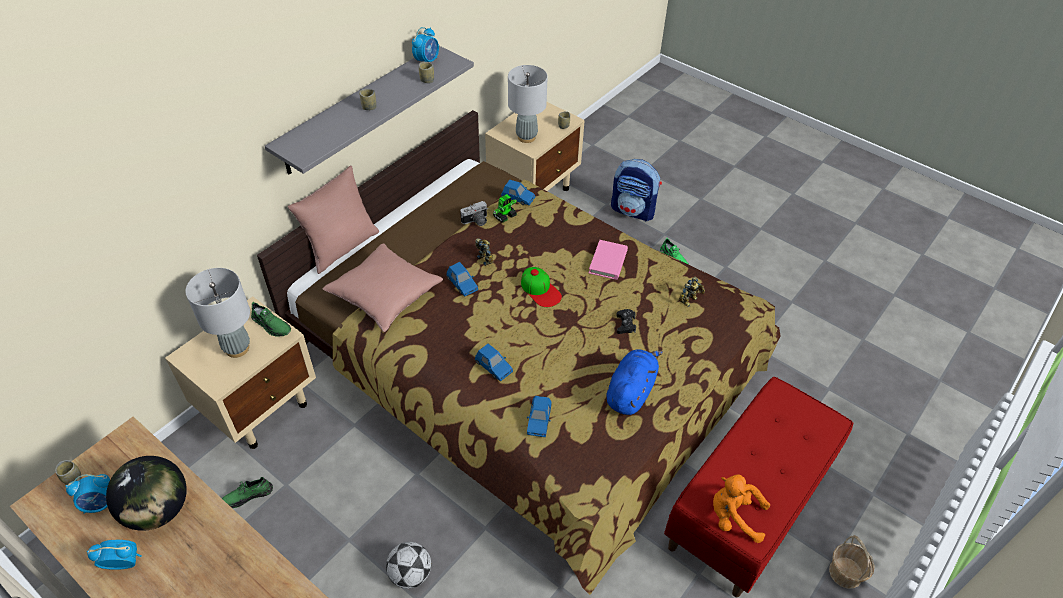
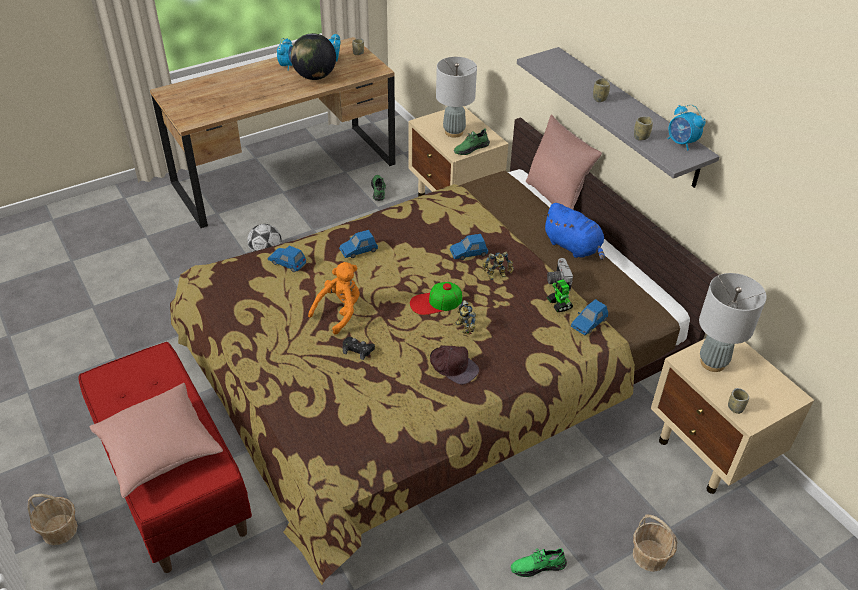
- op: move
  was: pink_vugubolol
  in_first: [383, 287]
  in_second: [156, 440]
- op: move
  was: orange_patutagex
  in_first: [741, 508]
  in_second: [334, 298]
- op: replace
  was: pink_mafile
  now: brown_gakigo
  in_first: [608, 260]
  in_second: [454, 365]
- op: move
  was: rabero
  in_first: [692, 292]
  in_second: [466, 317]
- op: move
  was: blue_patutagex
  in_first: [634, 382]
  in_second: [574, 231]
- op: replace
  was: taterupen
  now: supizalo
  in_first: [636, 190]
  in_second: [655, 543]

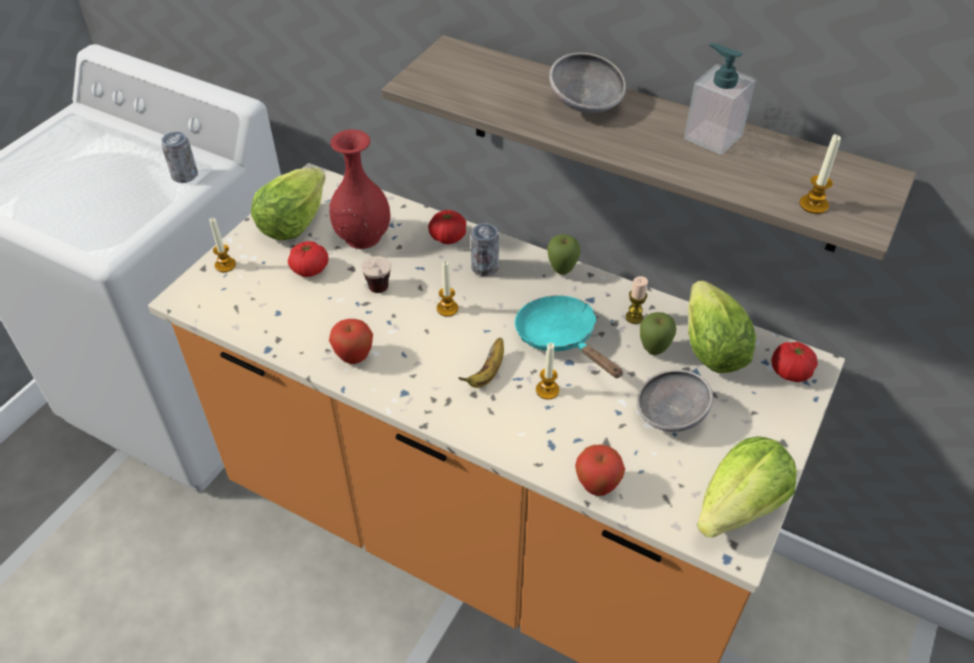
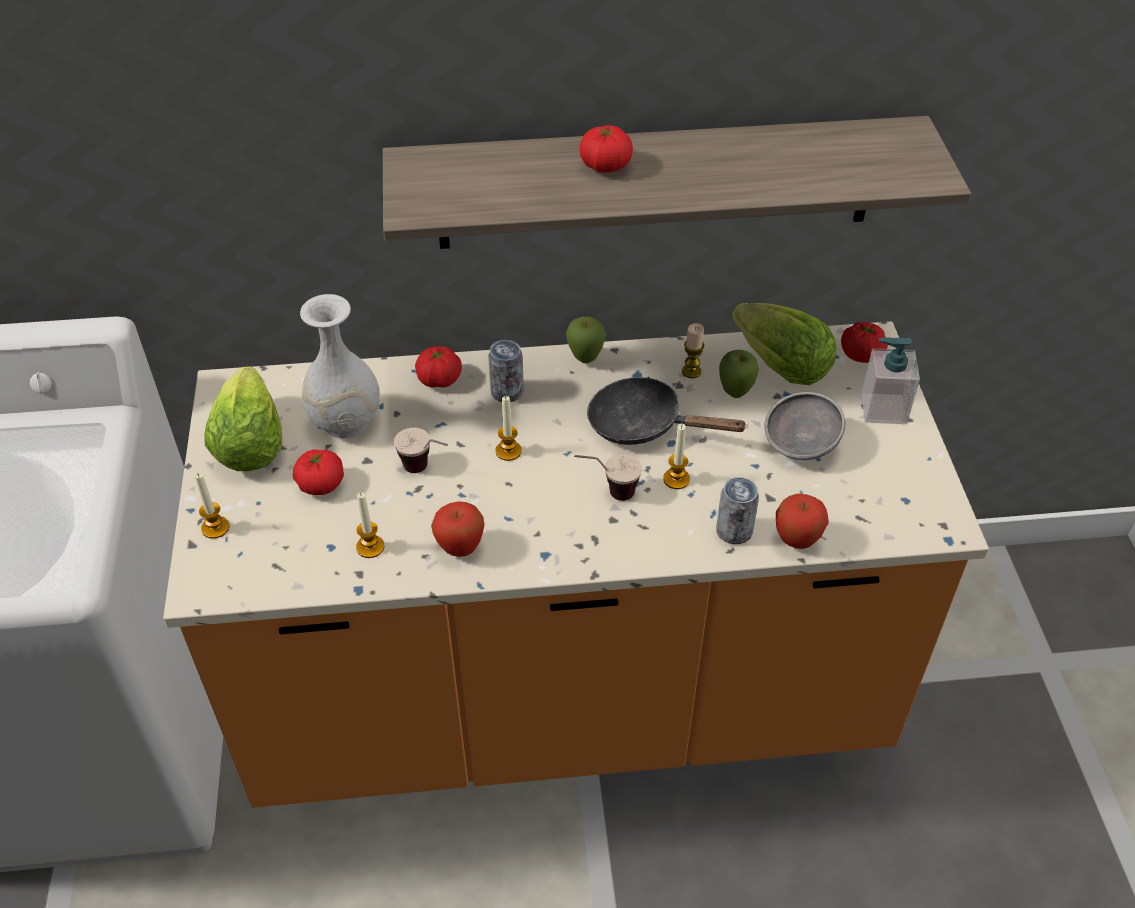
- op: recolor
  was: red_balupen
  now: white_balupen
  in_first: [360, 189]
  in_second: [340, 366]
- op: move
  was: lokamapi
  in_first: [820, 174]
  in_second: [370, 525]
- op: replace
  was: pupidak
  now: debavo
  in_first: [481, 363]
  in_second: [608, 477]
- op: replace
  was: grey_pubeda
  now: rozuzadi
  in_first: [588, 83]
  in_second: [606, 149]
- op: recolor
  was: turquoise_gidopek
  now: black_gidopek
  in_first: [569, 336]
  in_second: [667, 411]
- op: move
  was: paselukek
  in_first: [179, 157]
  in_second: [737, 510]
- op: move
  was: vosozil
  in_first: [720, 99]
  in_second: [890, 381]
- op: delete
  was: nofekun
  in_first: [747, 487]

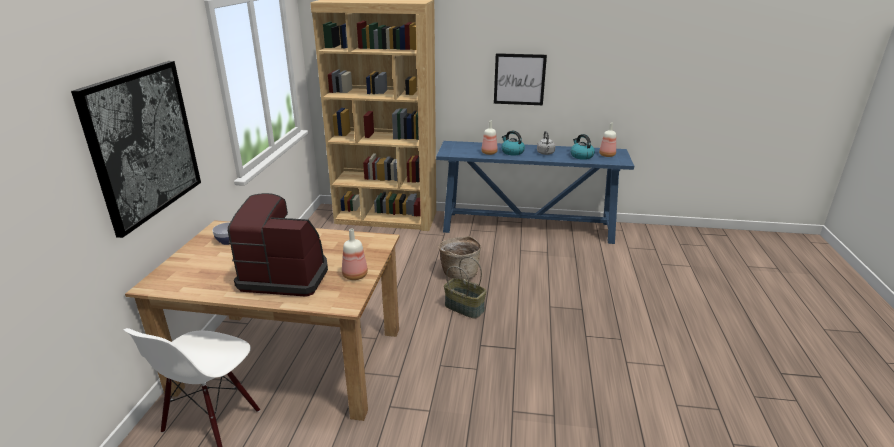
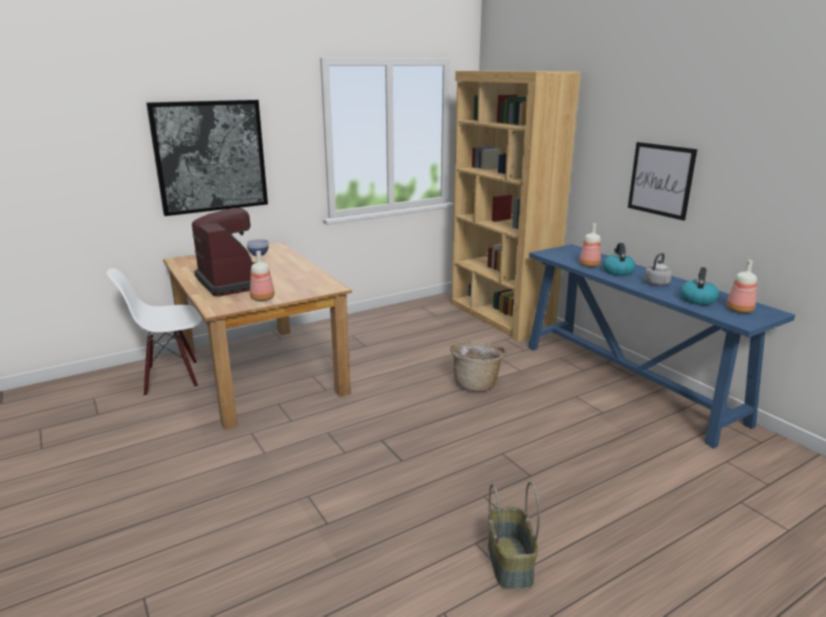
- op: move
  was: supizalo
  in_first: [465, 288]
  in_second: [514, 535]

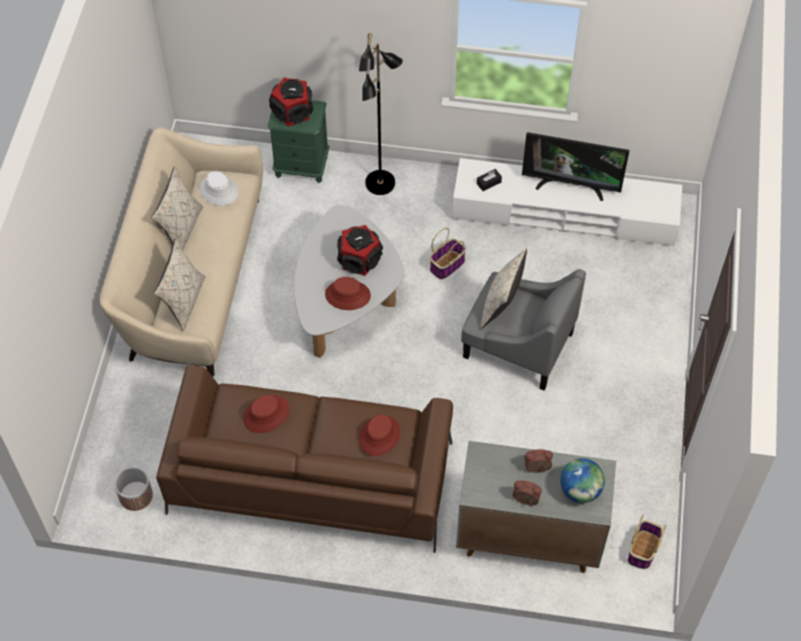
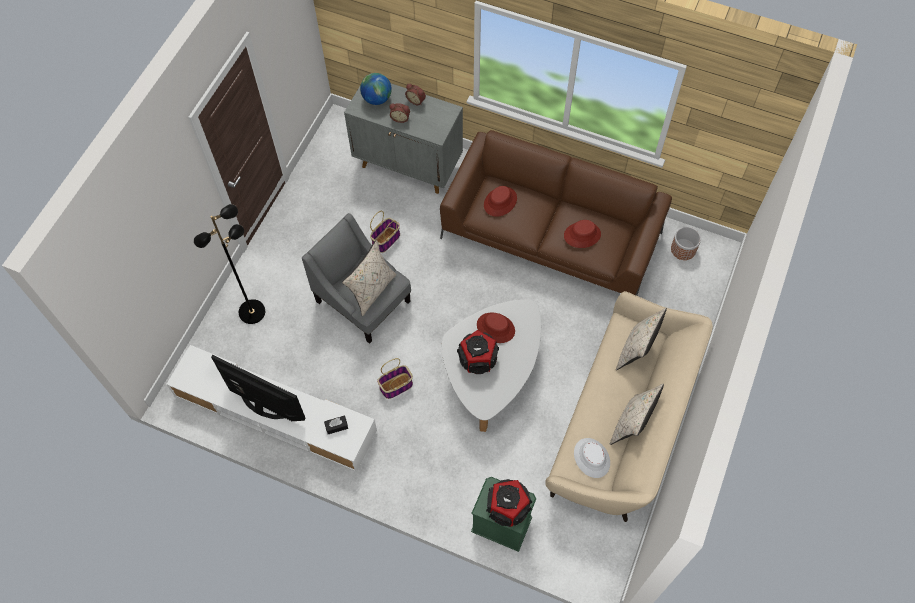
- op: move
  was: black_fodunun
  in_first: [381, 114]
  in_second: [229, 264]
- op: move
  was: supizalo
  in_first: [647, 542]
  in_second: [385, 232]

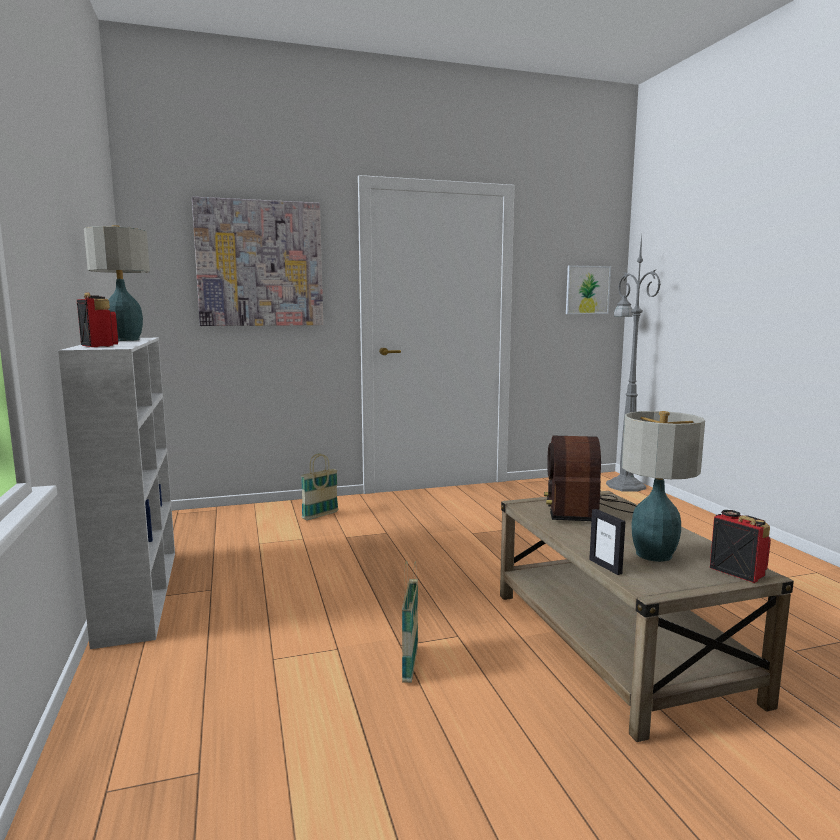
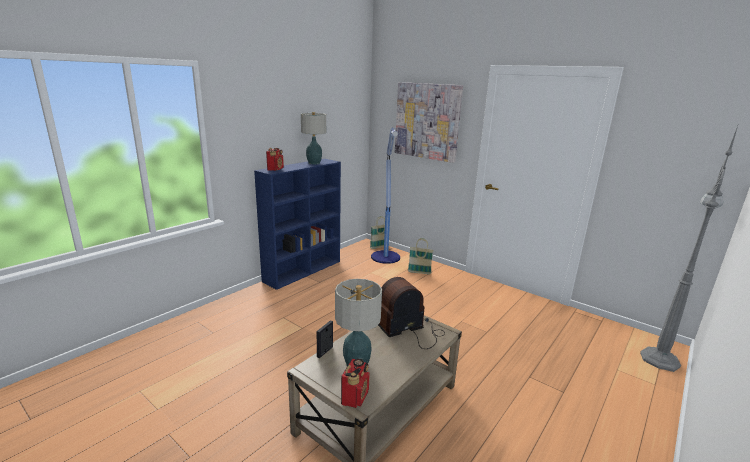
- op: recolor
  was: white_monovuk
  now: blue_monovuk
  in_first: [116, 493]
  in_second: [297, 224]
- op: move
  was: supizalo
  in_first: [410, 622]
  in_second: [377, 232]
- op: insert
  now: fodunun
  in_second: [385, 196]
- op: delete
  was: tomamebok
  in_first: [588, 289]

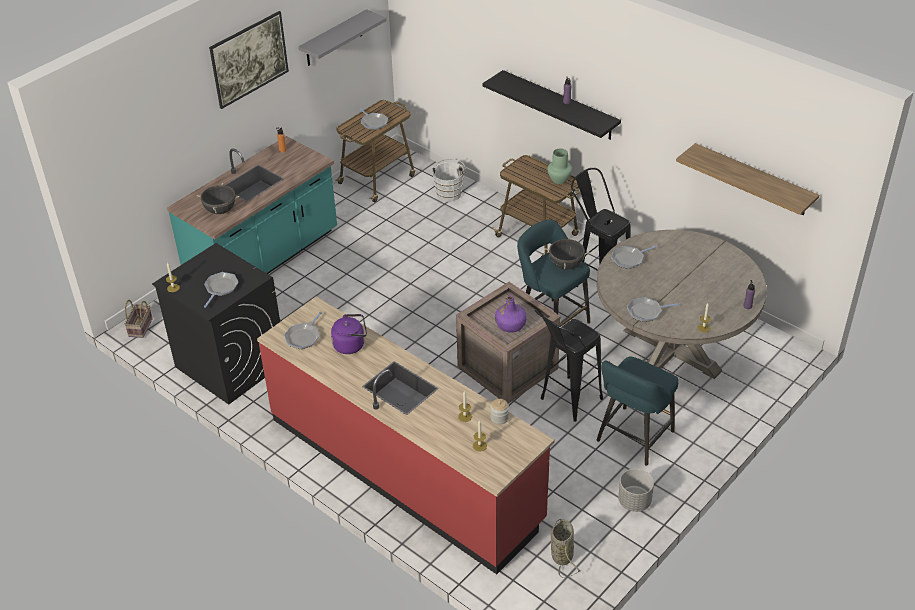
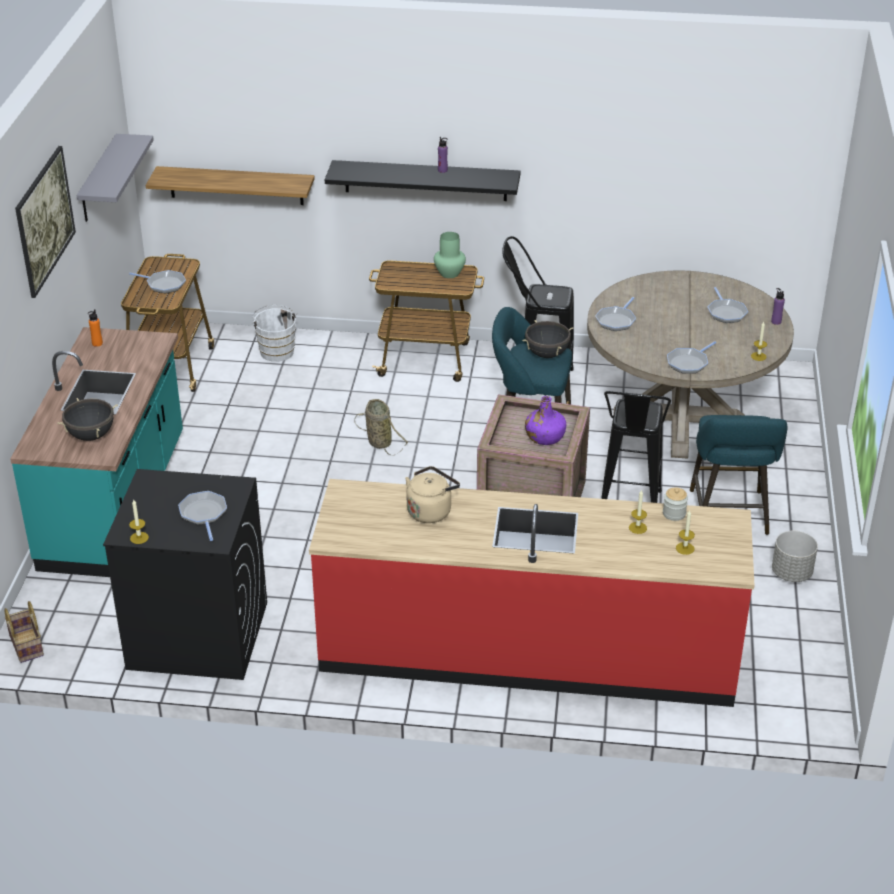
- op: move
  was: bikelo
  in_first: [747, 179]
  in_second: [230, 185]
- op: move
  was: supizalo
  in_first: [566, 548]
  in_second: [381, 427]
- op: recolor
  was: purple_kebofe
  now: beige_kebofe
  in_first: [349, 334]
  in_second: [432, 494]
- op: move
  was: gidopek
  in_first: [303, 330]
  in_second: [728, 305]

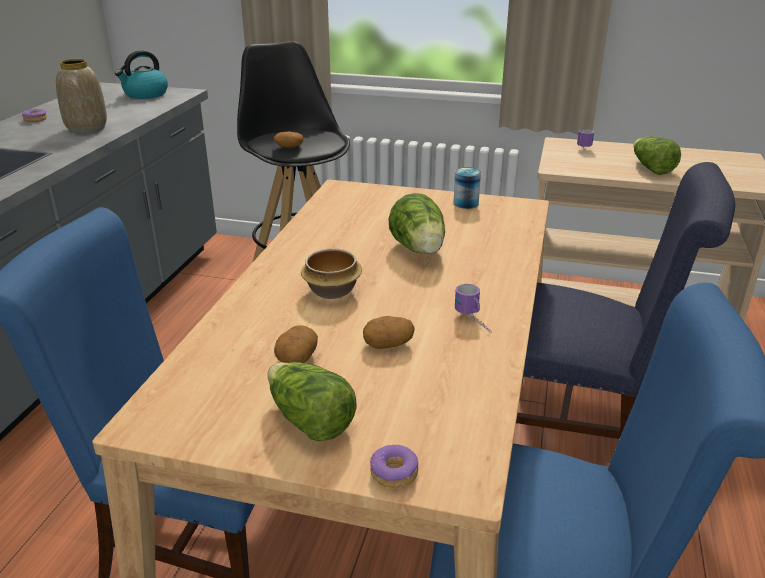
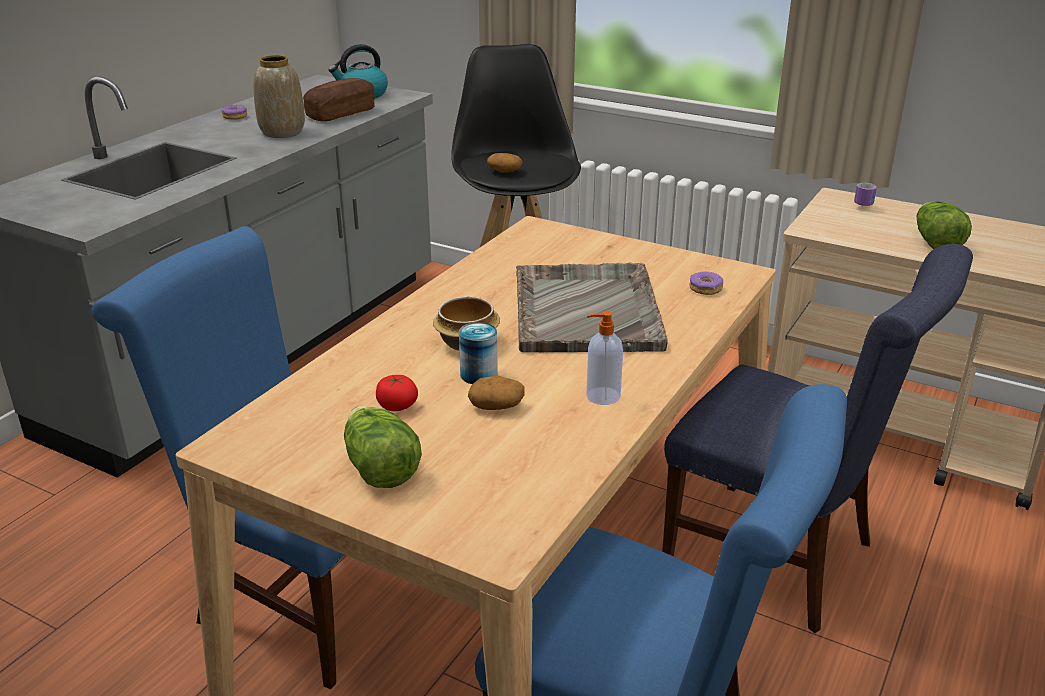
- op: insert
  now: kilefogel
  in_second: [339, 99]
- op: replace
  was: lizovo
  now: rozuzadi
  in_first: [296, 344]
  in_second: [397, 393]
- op: move
  was: paselukek
  in_first: [467, 188]
  in_second: [478, 353]
- op: replace
  was: nofekun
  now: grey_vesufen
  in_first: [416, 223]
  in_second: [592, 307]
- op: replace
  was: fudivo
  now: vosozil
  in_first: [473, 308]
  in_second: [604, 358]
- op: move
  was: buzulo
  in_first: [394, 466]
  in_second: [706, 283]

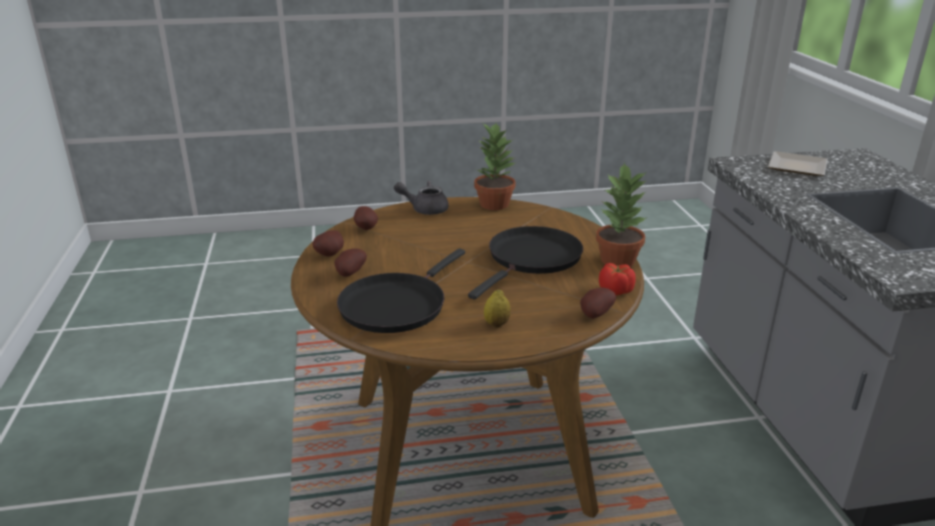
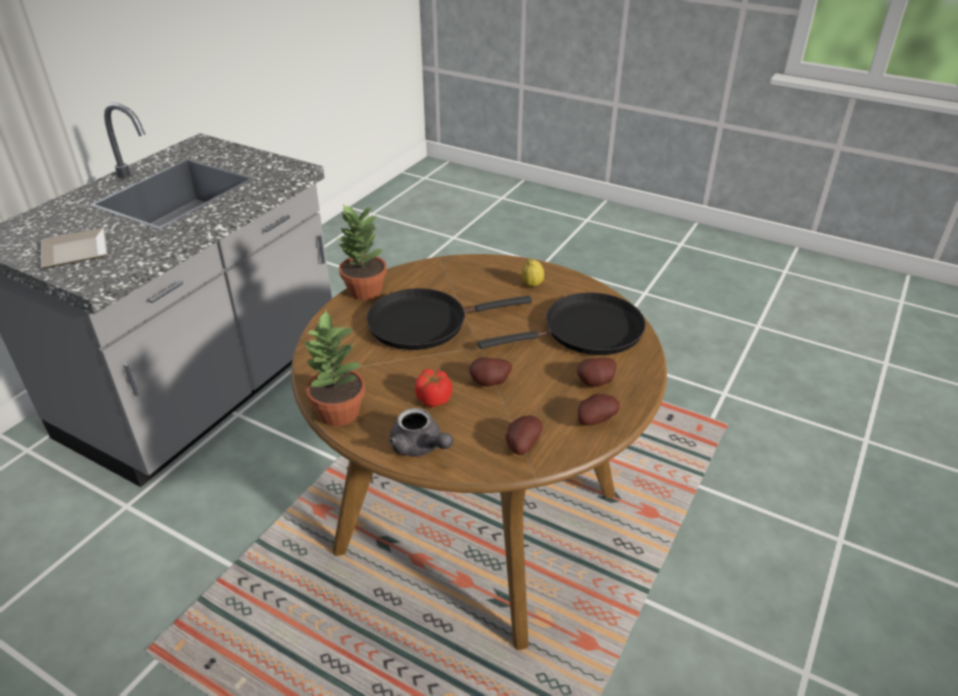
- op: move
  was: rozuzadi
  in_first: [617, 279]
  in_second: [433, 388]
- op: move
  was: lizovo
  in_first: [598, 303]
  in_second: [490, 371]

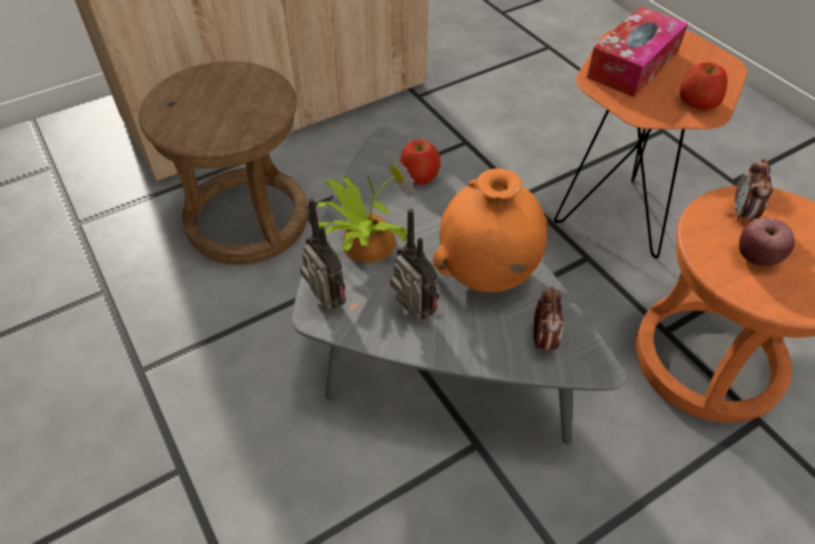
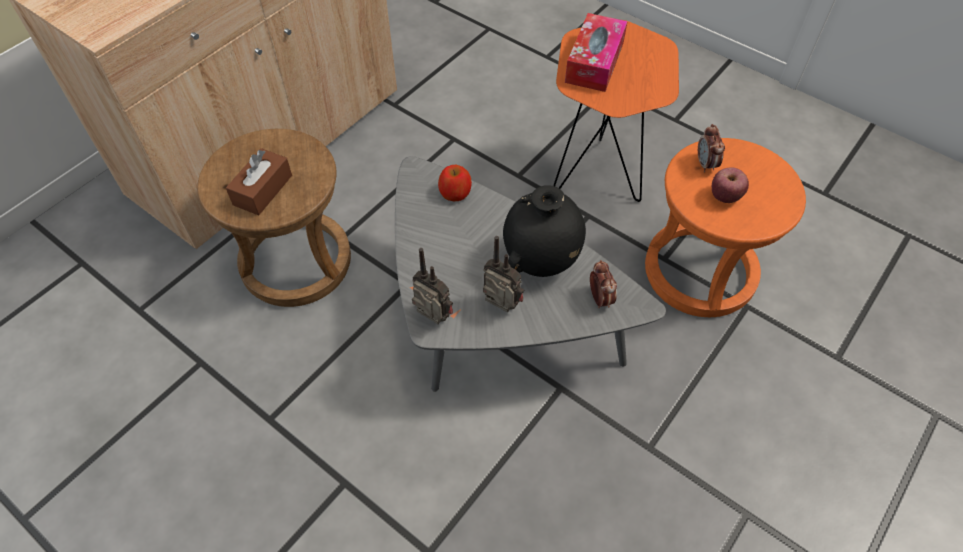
- op: insert
  now: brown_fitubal
  in_second: [259, 181]
- op: recolor
  was: orange_balupen
  now: black_balupen
  in_first: [490, 230]
  in_second: [544, 231]
- op: delete
  was: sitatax
  in_first: [366, 205]
- op: delete
  was: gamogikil
  in_first: [704, 86]

